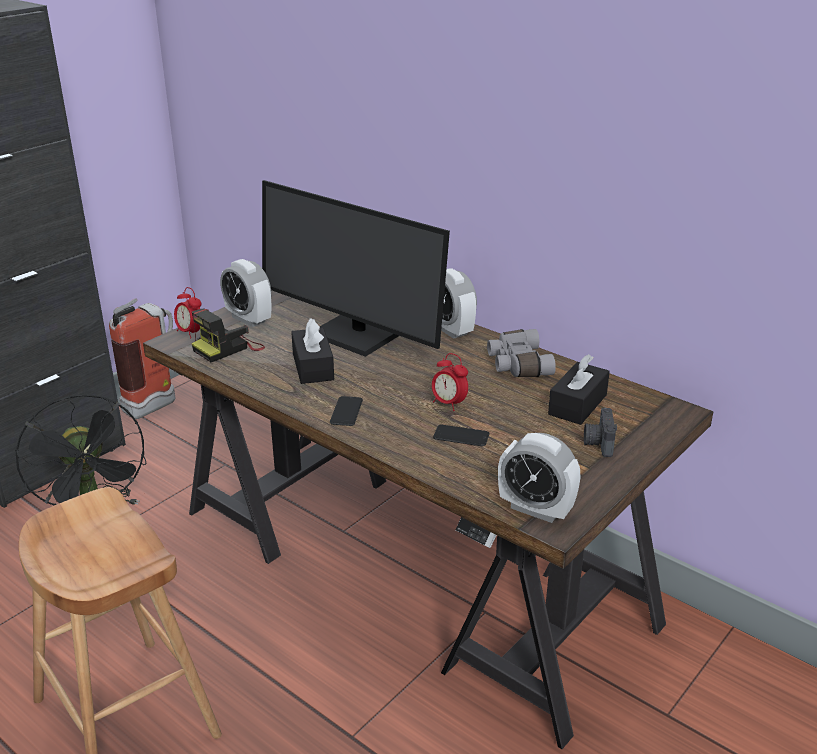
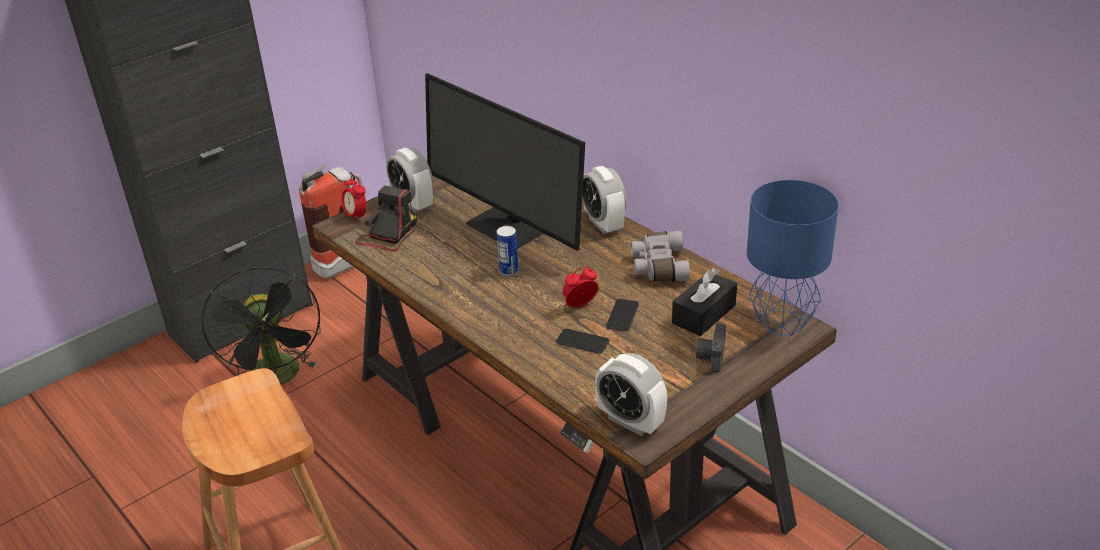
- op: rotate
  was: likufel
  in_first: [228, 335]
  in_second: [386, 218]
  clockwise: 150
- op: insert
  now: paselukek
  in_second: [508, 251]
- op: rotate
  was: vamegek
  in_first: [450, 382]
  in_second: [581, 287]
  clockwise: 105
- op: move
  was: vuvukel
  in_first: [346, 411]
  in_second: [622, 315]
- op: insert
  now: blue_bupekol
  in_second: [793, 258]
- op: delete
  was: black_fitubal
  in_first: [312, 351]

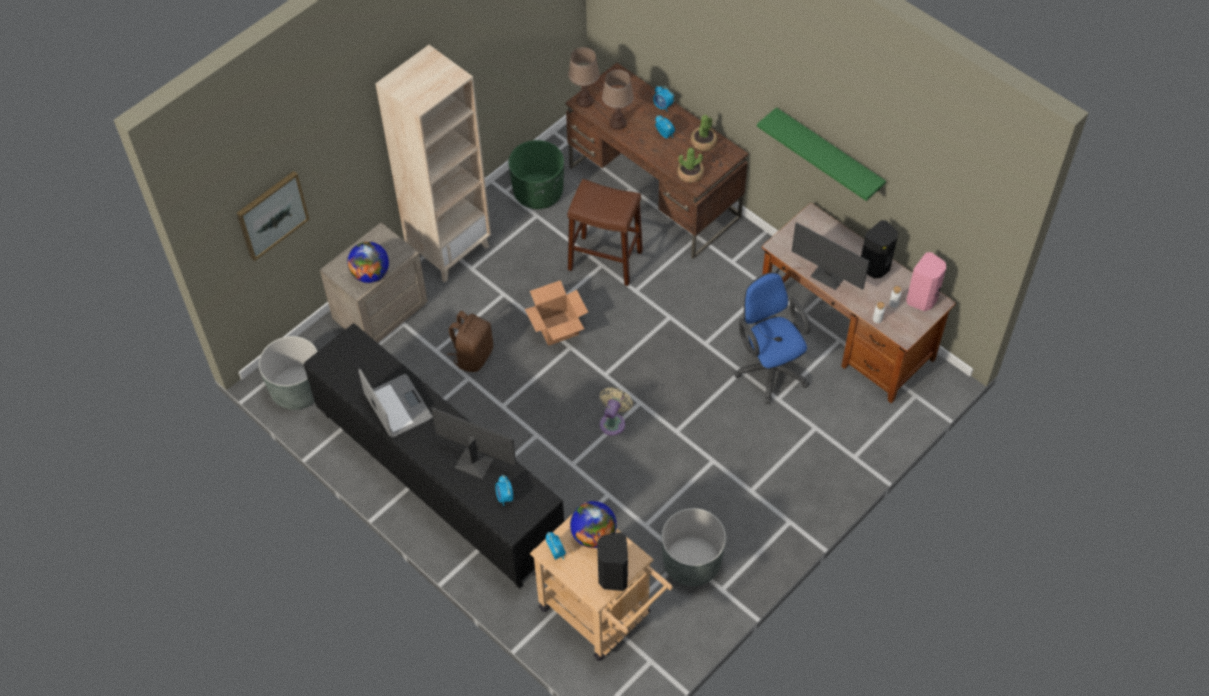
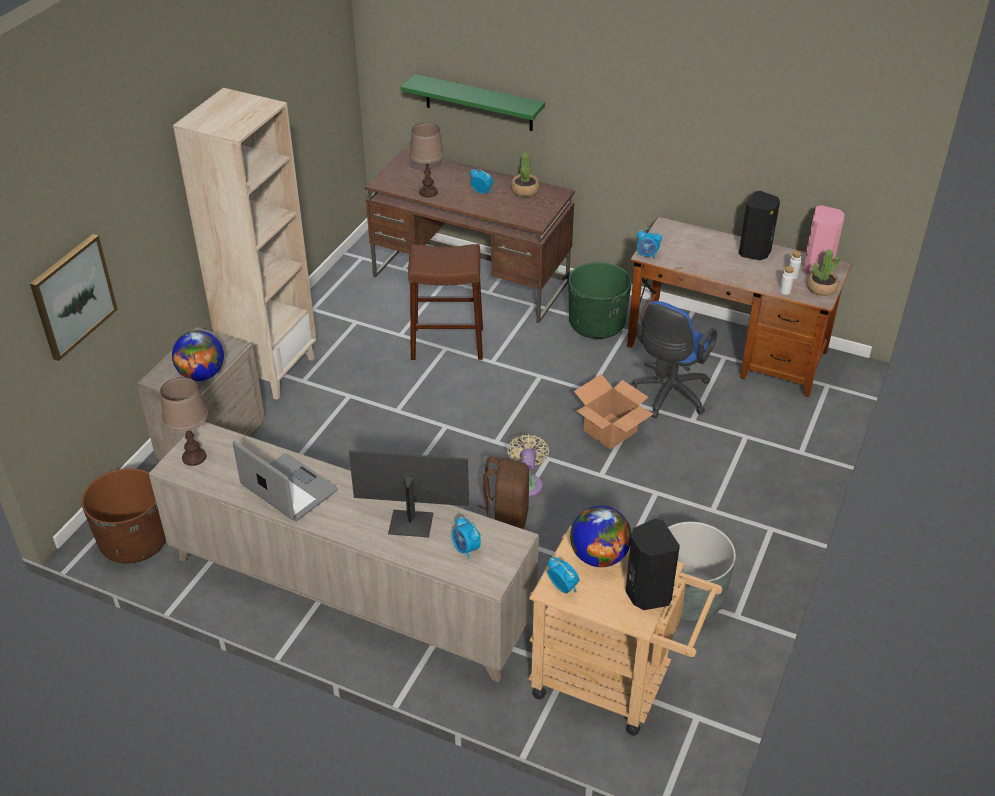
- op: recolor
  was: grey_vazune
  now: brown_vazune
  in_first: [288, 373]
  in_second: [124, 515]
- op: recolor
  was: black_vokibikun
  now: beige_vokibikun
  in_first: [434, 456]
  in_second: [344, 552]
- op: move
  was: brown_bupekol
  in_first: [584, 77]
  in_second: [184, 421]
- op: move
  was: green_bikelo
  in_first: [821, 154]
  in_second: [473, 102]
- op: move
  was: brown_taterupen
  in_first: [470, 341]
  in_second: [503, 492]
- op: move
  was: green_vazune
  in_first: [536, 174]
  in_second: [600, 300]
- op: move
  was: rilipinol
  in_first: [556, 312]
  in_second: [613, 412]
- op: rotate
  was: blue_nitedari
  in_first: [772, 338]
  in_second: [673, 359]
  clockwise: -105
- op: move
  was: vamegek
  in_first: [663, 99]
  in_second: [649, 243]
- op: move
  was: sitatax
  in_first: [690, 165]
  in_second: [823, 272]
- op: delete
  was: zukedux
  in_first: [830, 256]

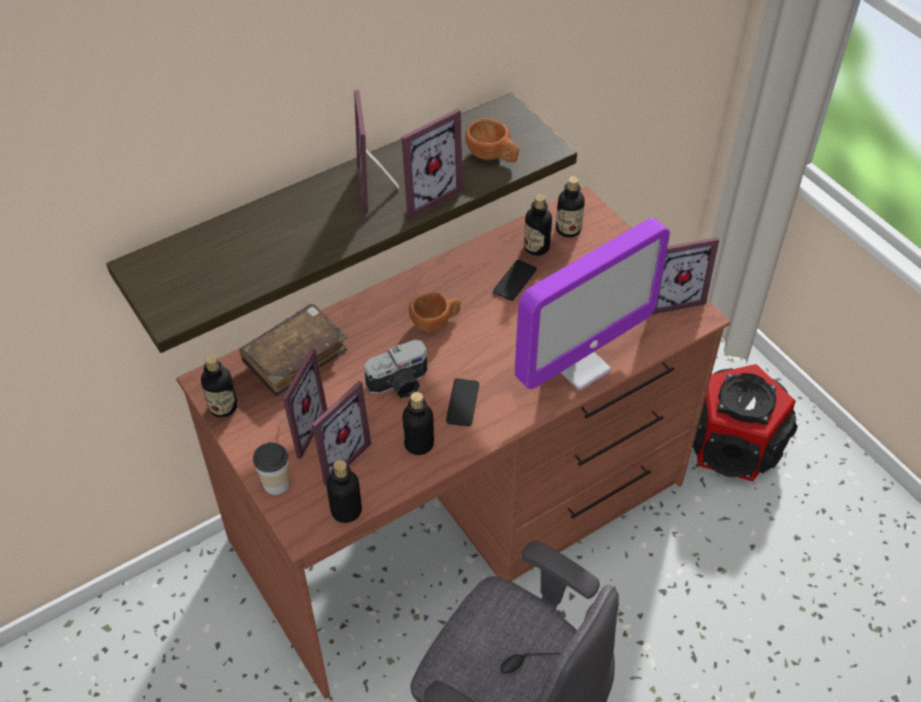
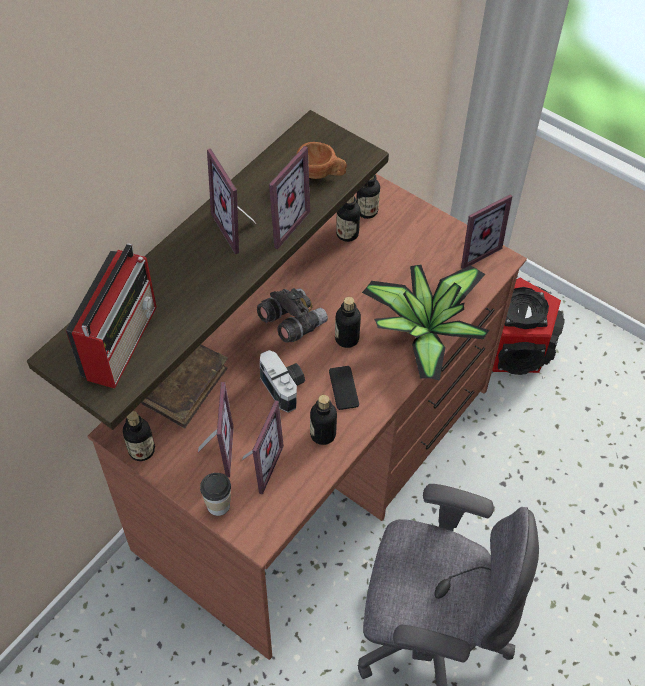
- op: insert
  now: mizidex
  in_second: [111, 316]
- op: replace
  was: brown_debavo
  now: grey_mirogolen
  in_first: [435, 311]
  in_second: [292, 315]
- op: rotate
  was: likufel
  in_first: [395, 369]
  in_second: [282, 381]
  clockwise: -75
- op: move
  was: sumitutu
  in_first: [344, 491]
  in_second: [348, 322]
- op: replace
  was: zukedux
  now: sitatax
  in_first: [592, 304]
  in_second: [426, 322]
- op: delete
  was: vuvukel
  in_first: [515, 280]

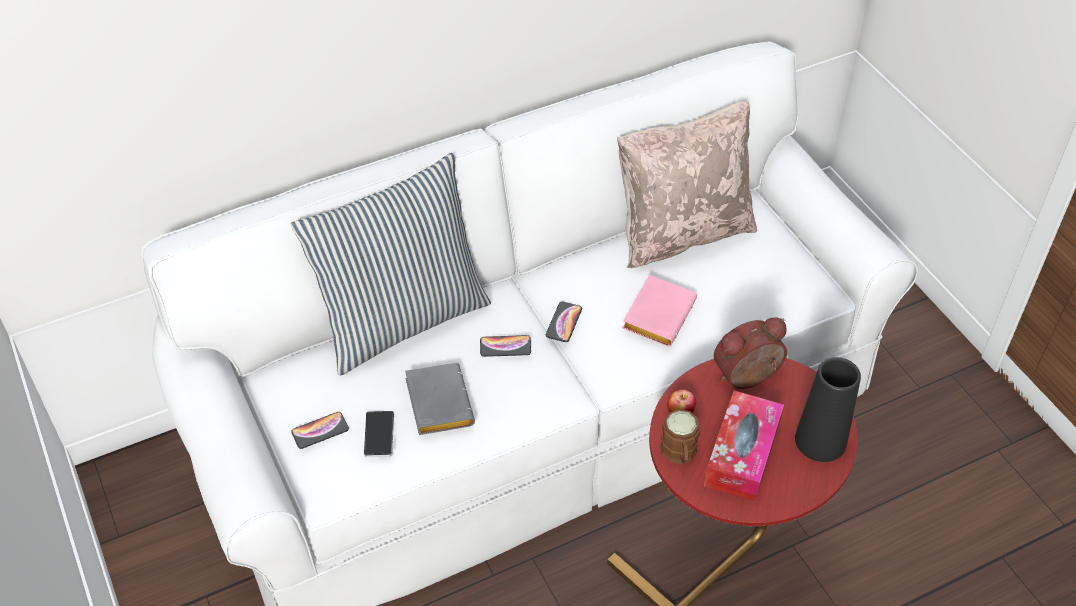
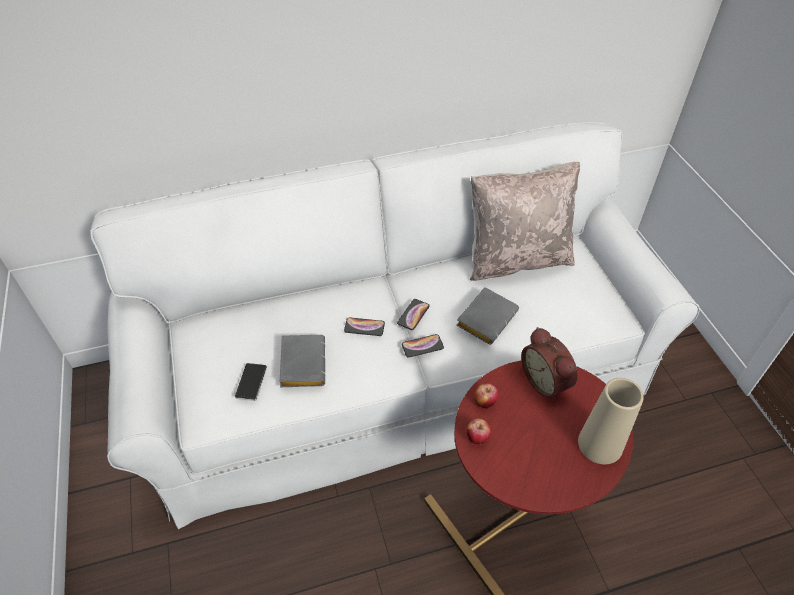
- op: move
  was: vuvukel
  in_first: [320, 430]
  in_second: [423, 345]
- op: recolor
  was: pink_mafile
  now: grey_mafile
  in_first: [659, 311]
  in_second: [487, 316]
- op: replace
  was: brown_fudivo
  now: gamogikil
  in_first: [680, 436]
  in_second: [479, 431]
- op: rotate
  was: vamegek
  in_first: [750, 353]
  in_second: [549, 364]
  clockwise: -105
- op: recolor
  was: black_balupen
  now: beige_balupen
  in_first: [828, 409]
  in_second: [611, 421]
- op: delete
  was: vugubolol
  in_first: [391, 264]
- op: delete
  was: fitubal
  in_first: [744, 446]

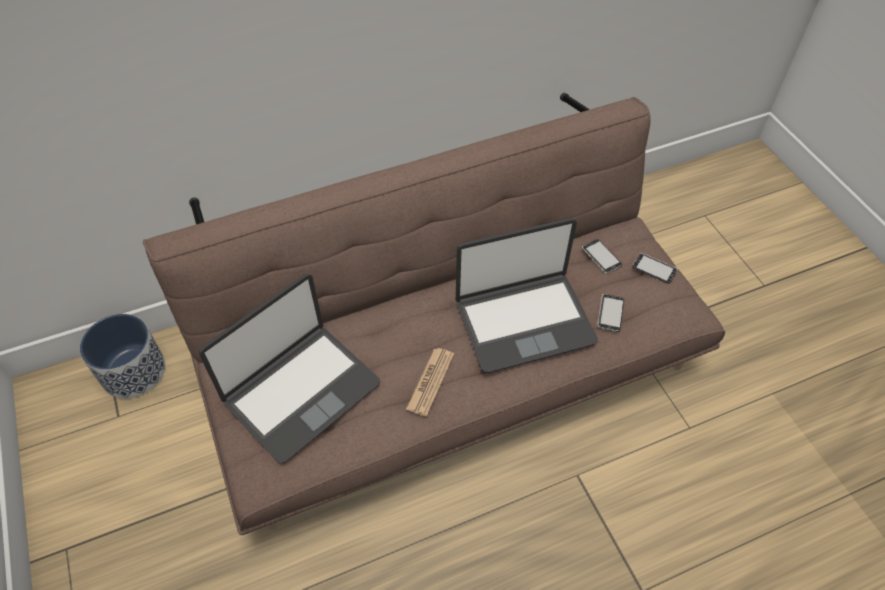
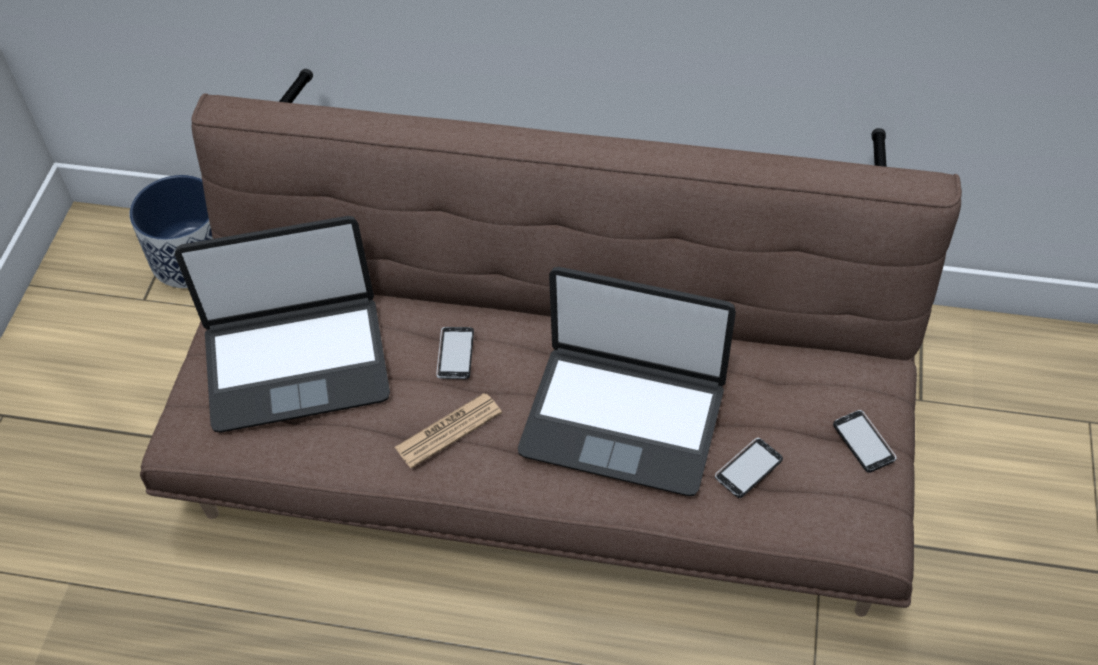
- op: move
  was: vuvukel
  in_first: [602, 256]
  in_second: [455, 353]

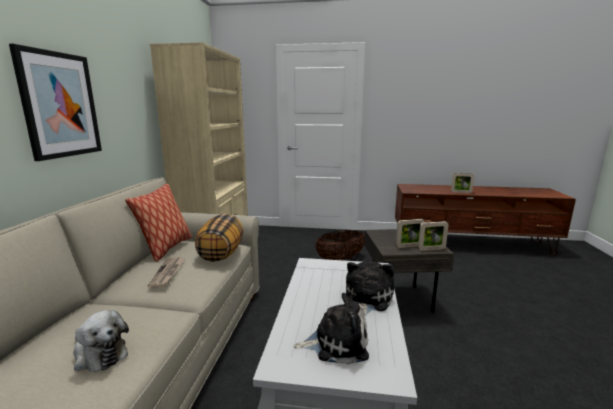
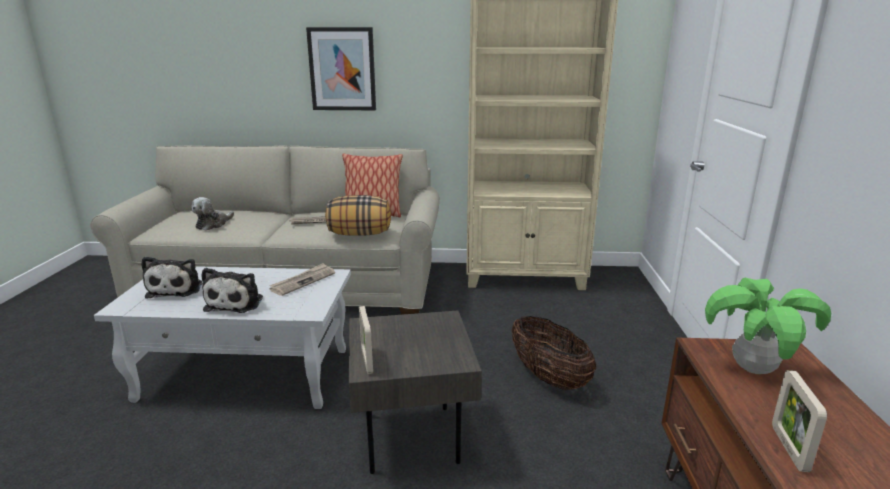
- op: rotate
  was: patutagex
  in_first: [370, 288]
  in_second: [232, 290]
  clockwise: 75
- op: insert
  now: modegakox
  in_second: [302, 279]
- op: insert
  now: sitatax
  in_second: [768, 326]
- op: delete
  was: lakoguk
  in_first: [410, 233]

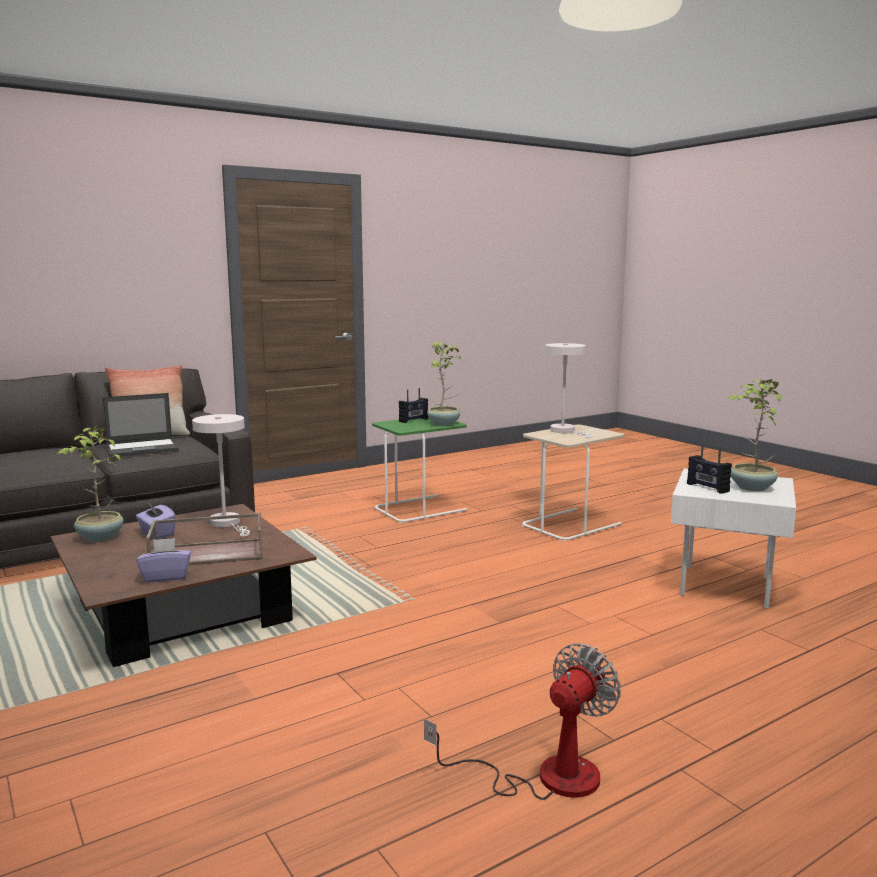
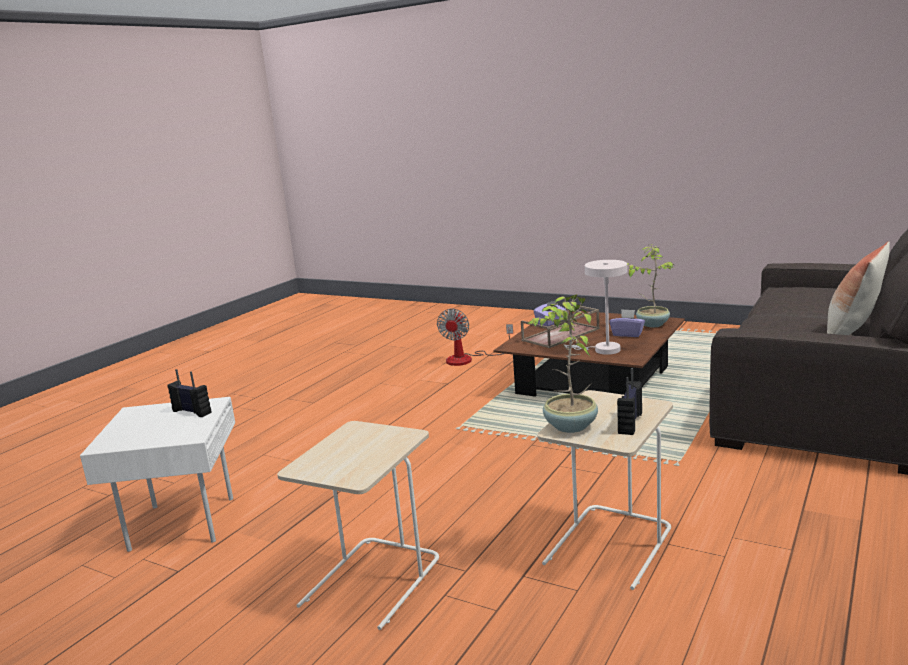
- op: move
  was: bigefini
  in_first: [522, 721]
  in_second: [475, 337]
- op: recolor
  was: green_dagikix
  now: beige_dagikix
  in_first: [420, 470]
  in_second: [605, 490]
- op: delete
  was: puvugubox
  in_first: [140, 425]
- op: delete
  was: white_bupekol
  in_first: [569, 390]
- op: delete
  was: sitatax
  in_first: [755, 435]

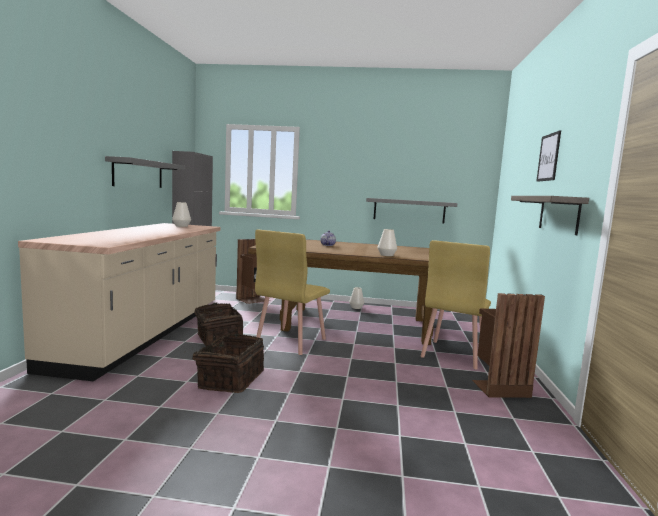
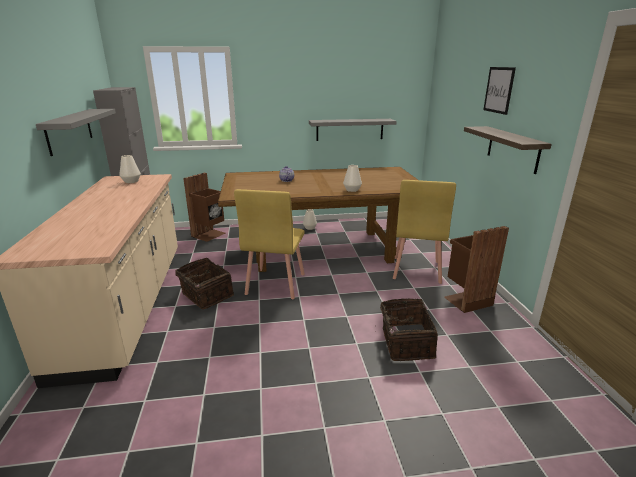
- op: move
  was: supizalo
  in_first: [224, 363]
  in_second: [409, 329]

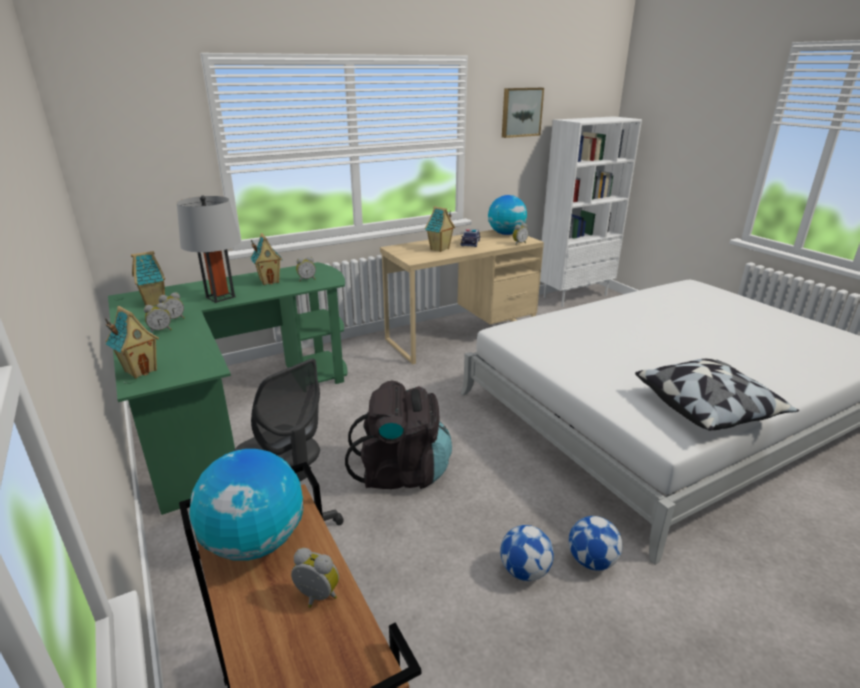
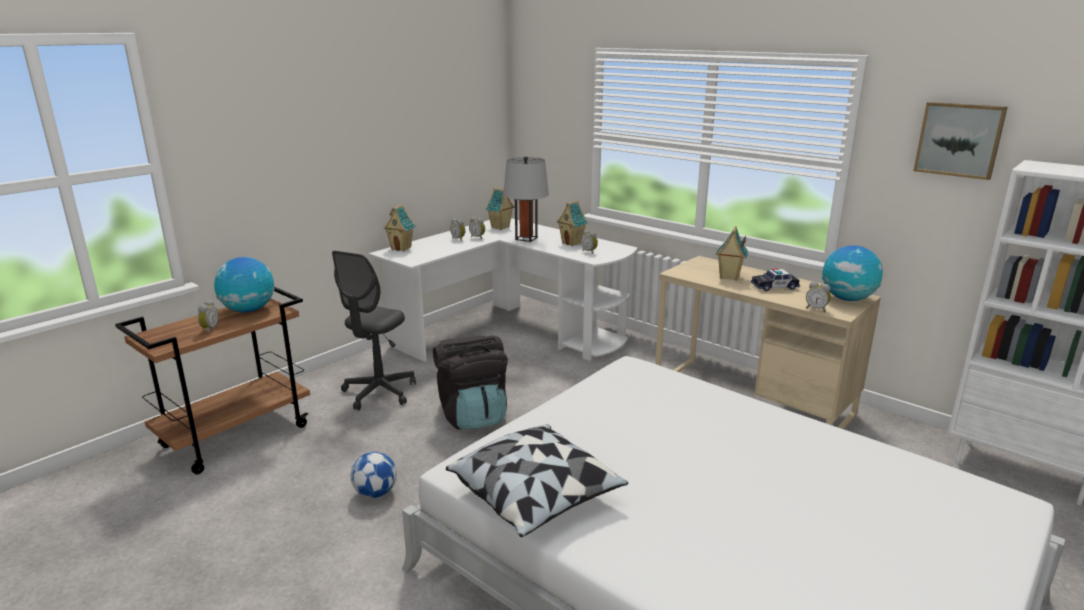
- op: recolor
  was: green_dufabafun
  now: white_dufabafun
  in_first: [227, 388]
  in_second: [503, 290]
- op: delete
  was: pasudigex
  in_first: [595, 543]

